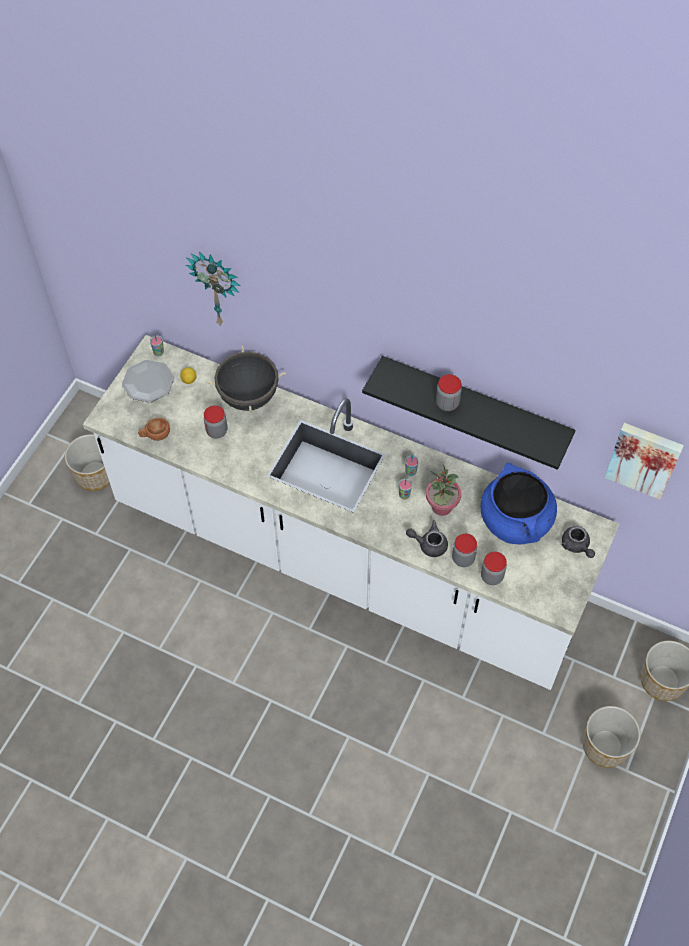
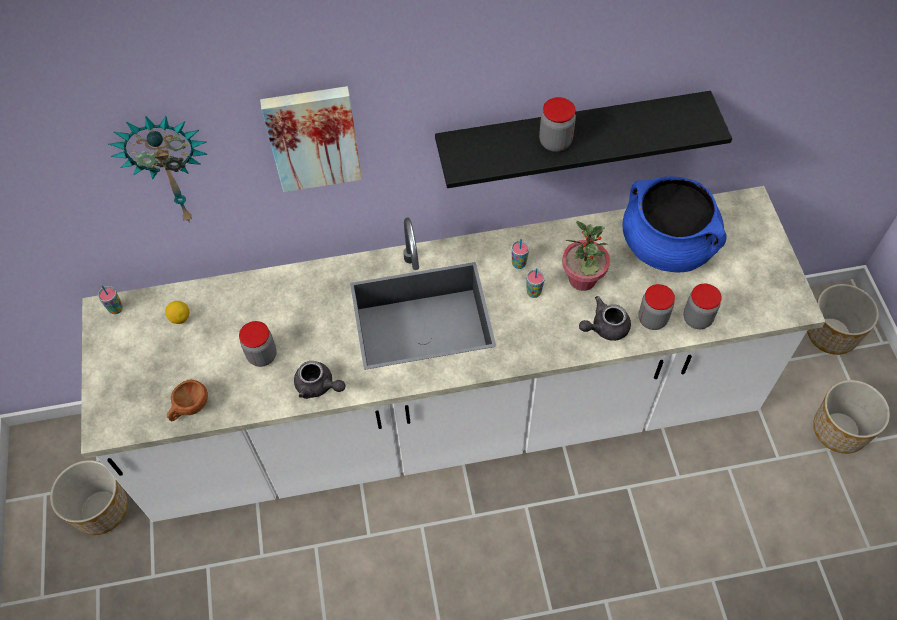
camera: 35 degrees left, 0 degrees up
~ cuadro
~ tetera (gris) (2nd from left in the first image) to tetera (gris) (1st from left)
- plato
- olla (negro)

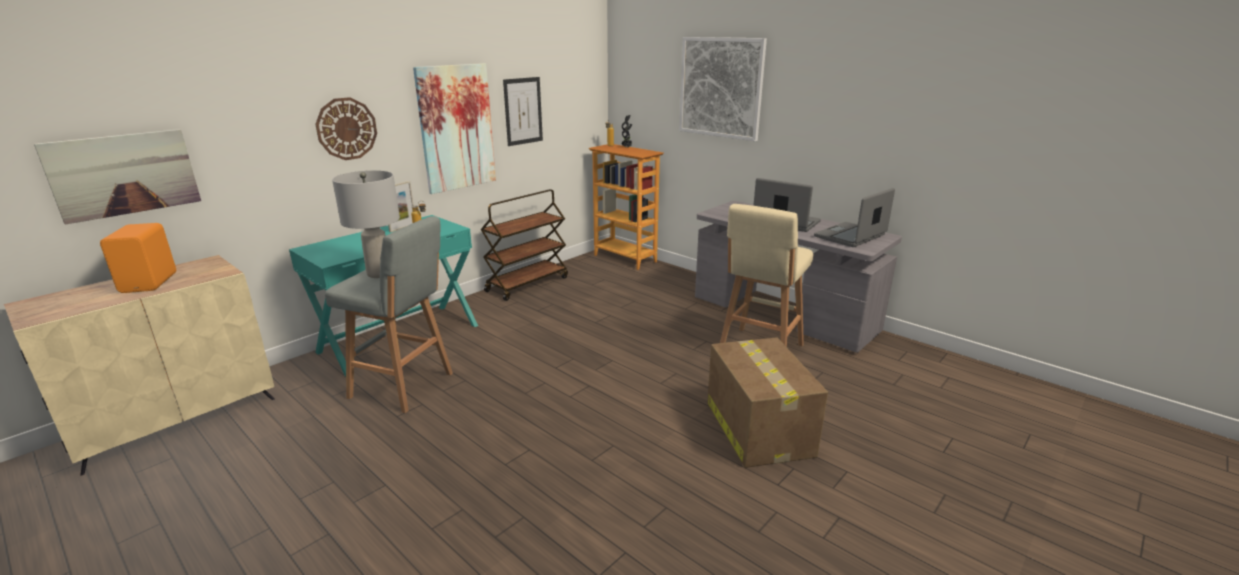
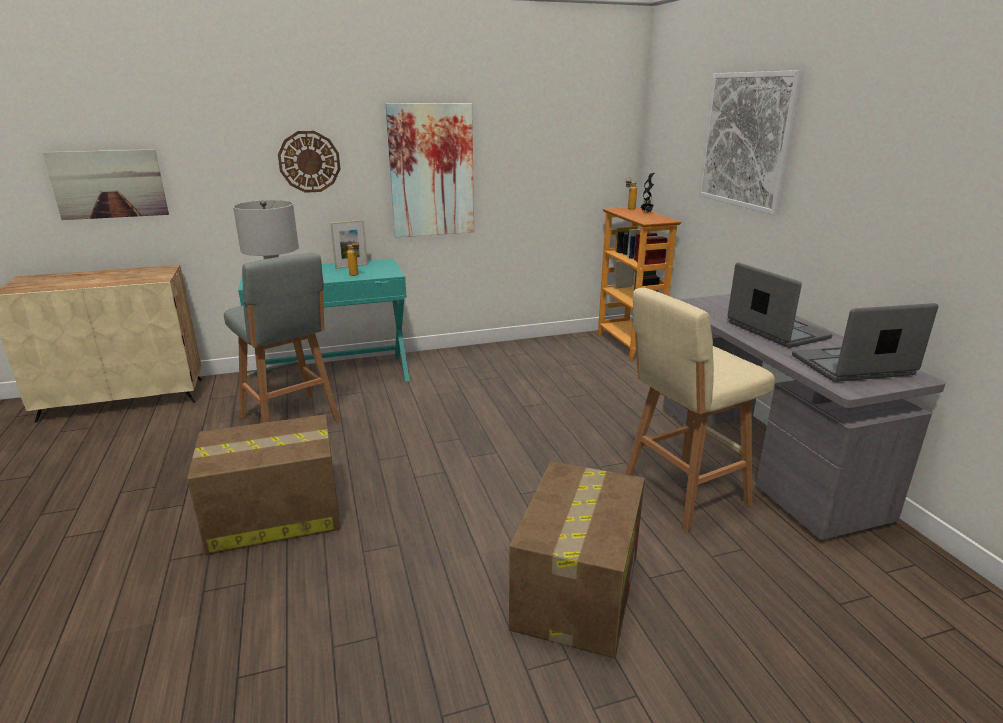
camera: 30 degrees right, 0 degrees up
+ caja de cartón (1st from left)
- altavoz (naranja)
- carrito (marrón)
- cuadro (3rd from left)

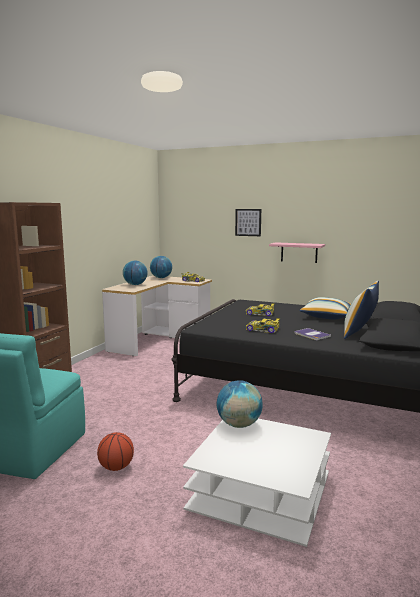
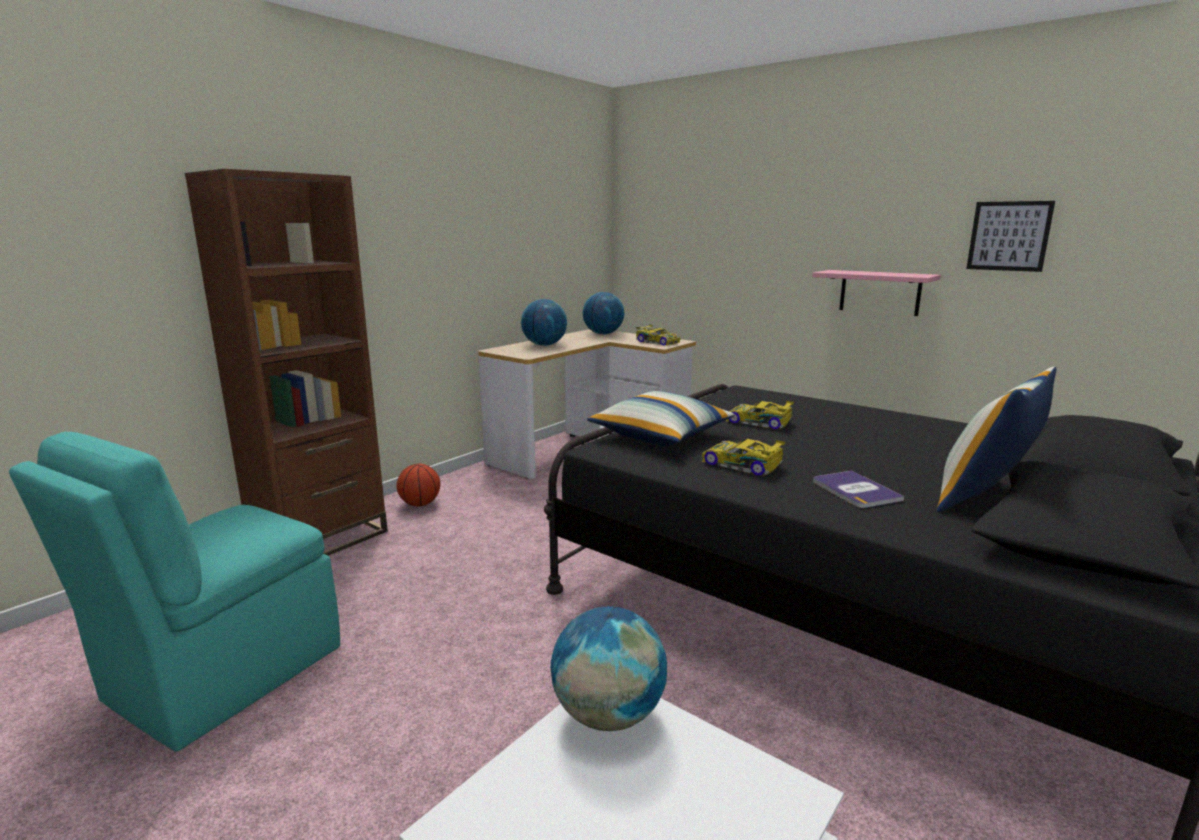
camera: 15 degrees right, 5 degrees up
~ balón de baloncesto
~ cojín (1st from left)
~ cuadro

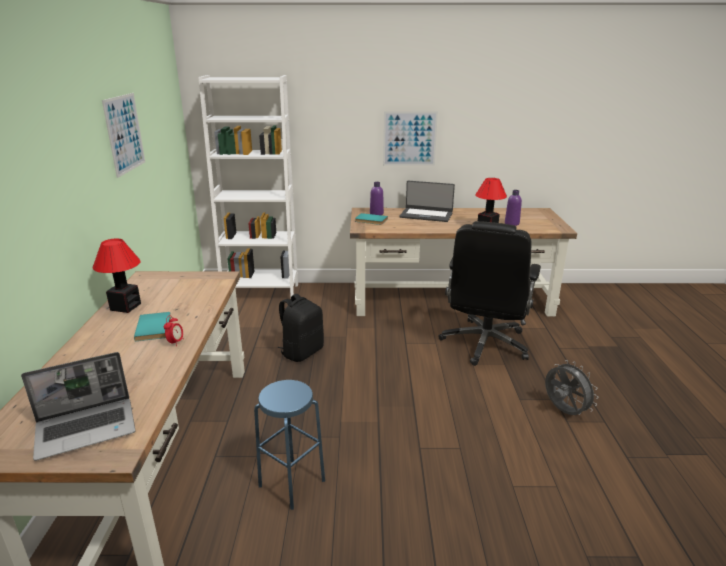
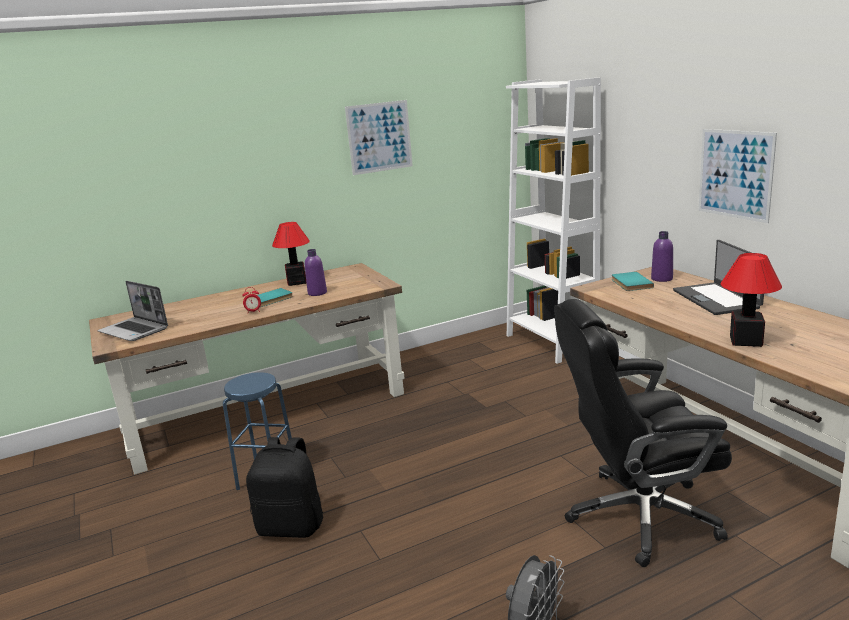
camera: 65 degrees right, 5 degrees down
~ mochila (negro)
~ botella (morado) (2nd from left in the first image) to botella (morado) (1st from left)

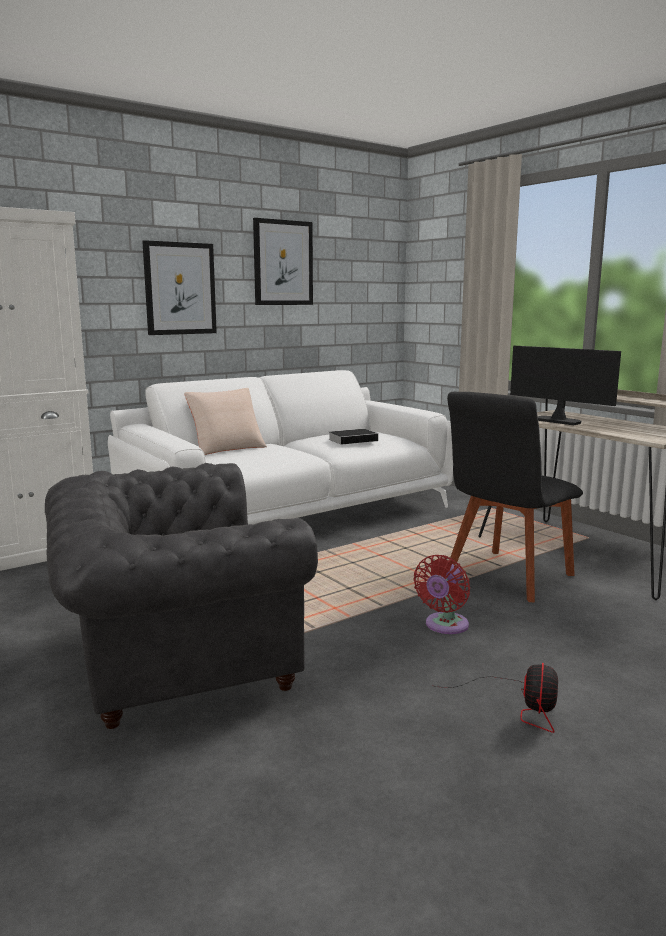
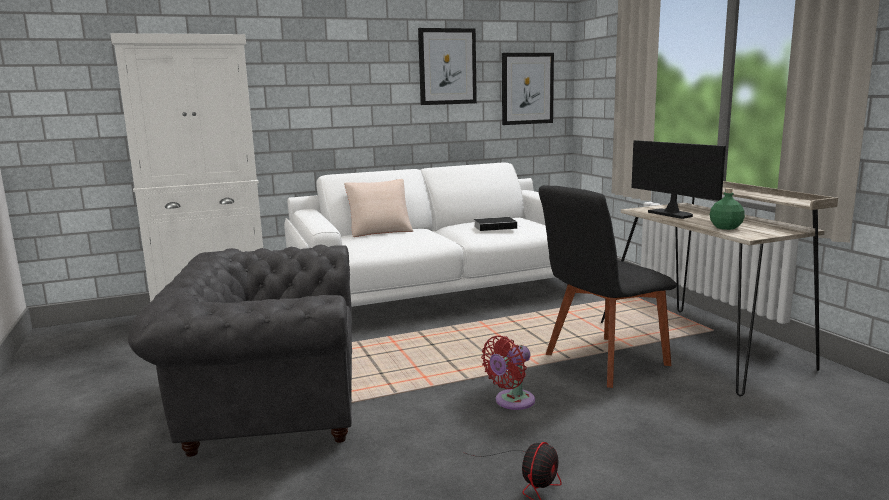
camera: 15 degrees right, 0 degrees up
~ cuadro (1st from left in the first image) to cuadro (2nd from left)
+ botella (verde)

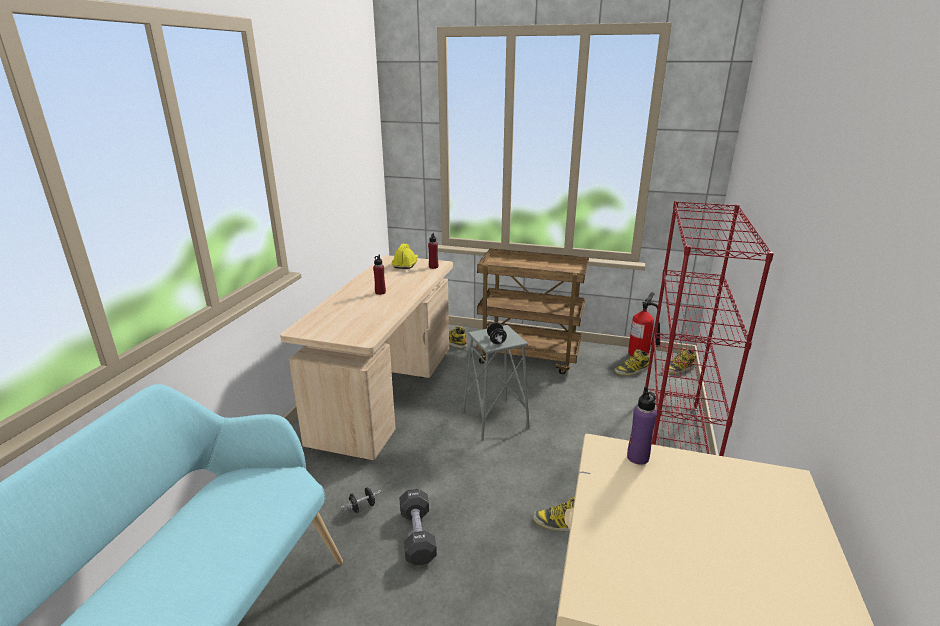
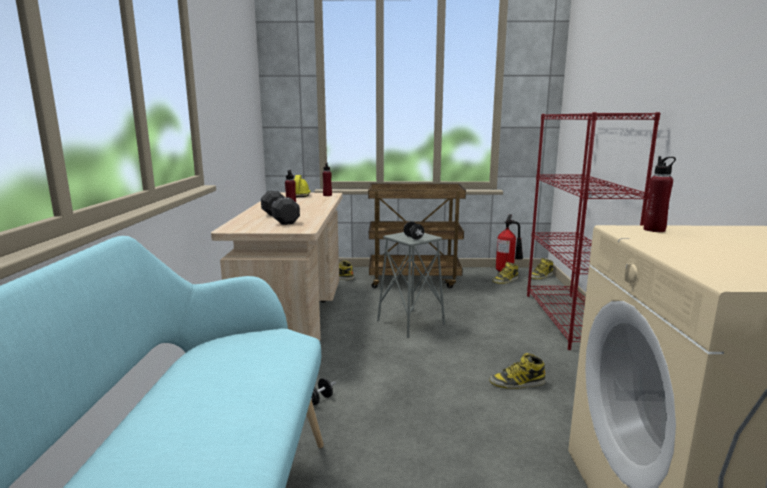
camera: 15 degrees left, 10 degrees down
~ mancuerna (negro) (2nd from left in the first image) to mancuerna (negro) (1st from left)
~ botella (morado) to botella (rojo) (3rd from left)

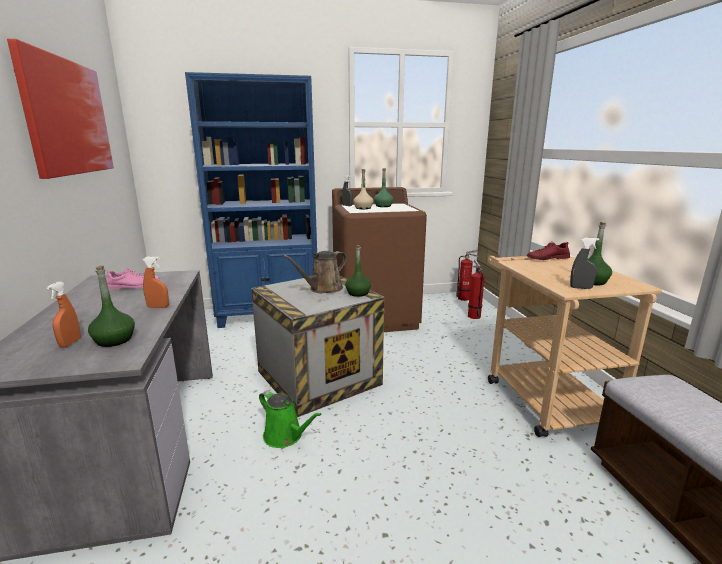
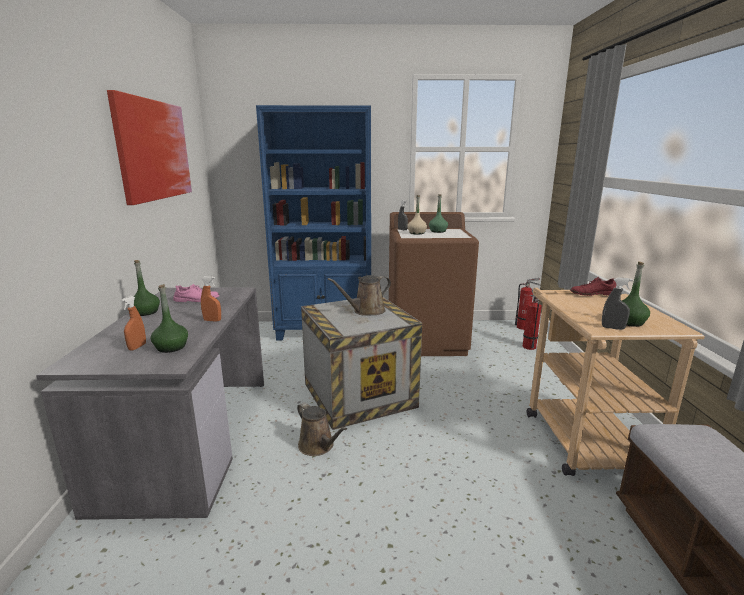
camera: 10 degrees right, 0 degrees up
~ botella (verde) (2nd from left in the first image) to botella (verde) (1st from left)
~ regadera (verde) to regadera (marrón) (1st from left)

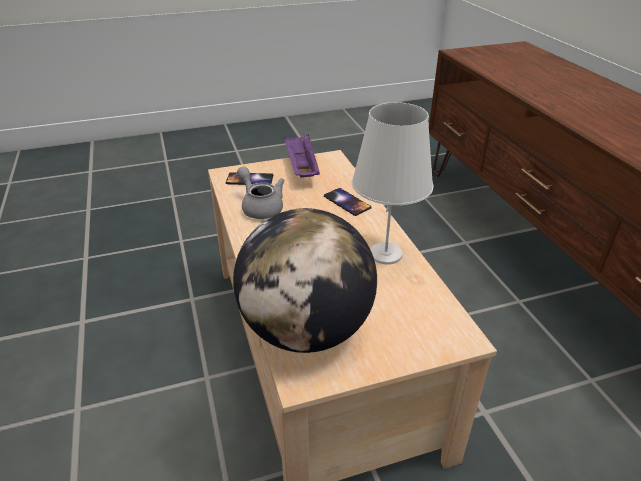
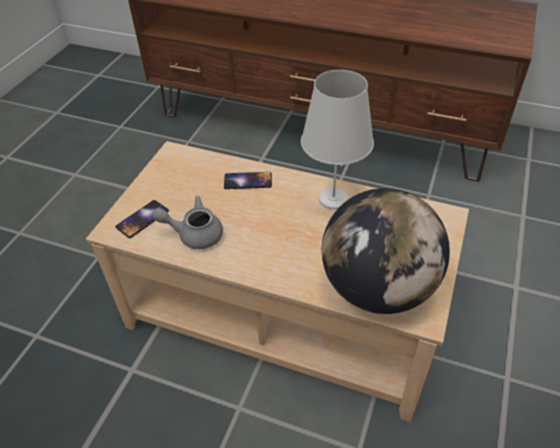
camera: 50 degrees left, 10 degrees up
- bandeja (morado)

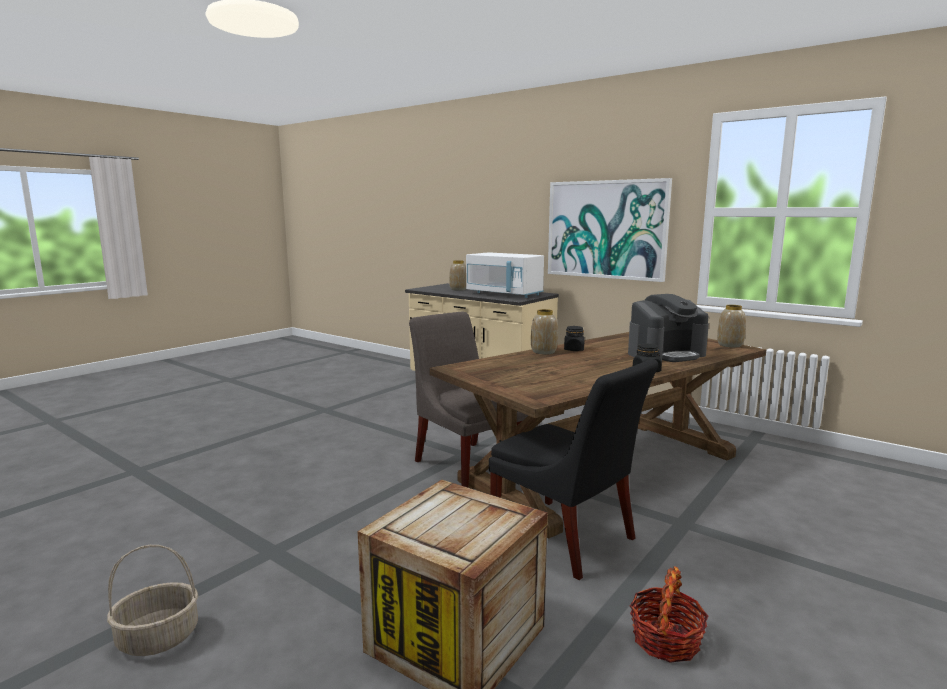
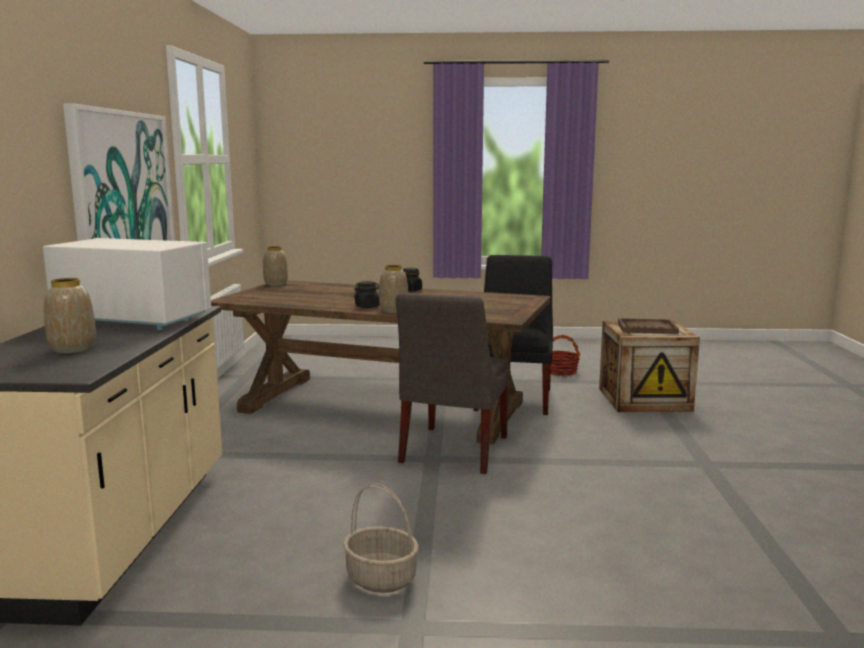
camera: 125 degrees left, 0 degrees up
~ microondas (blanco) 75 degrees counterclockwise
~ cesta (1st from left)
+ bandeja (marrón)
- cafetera

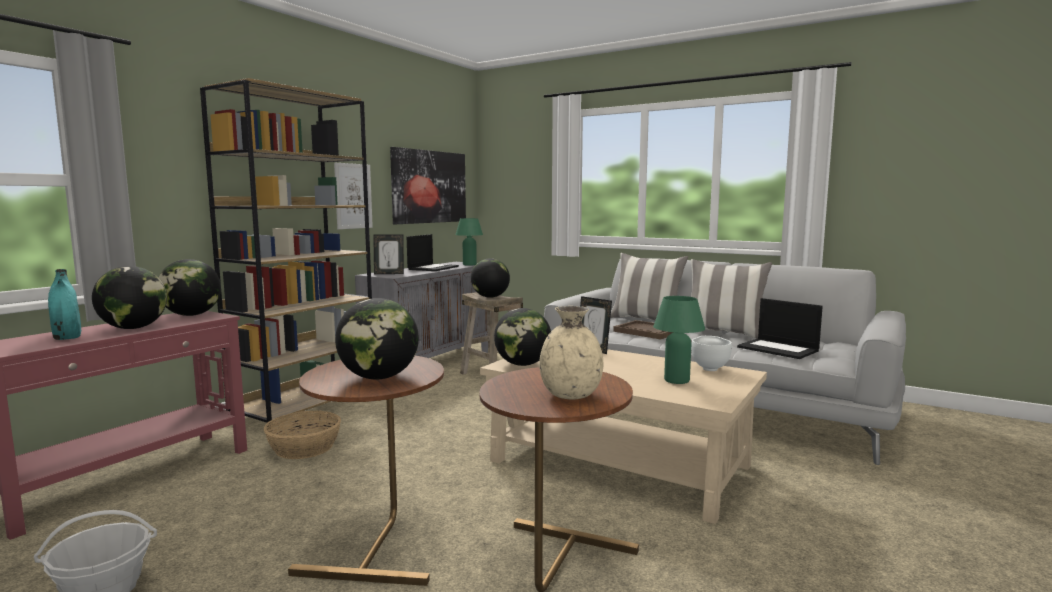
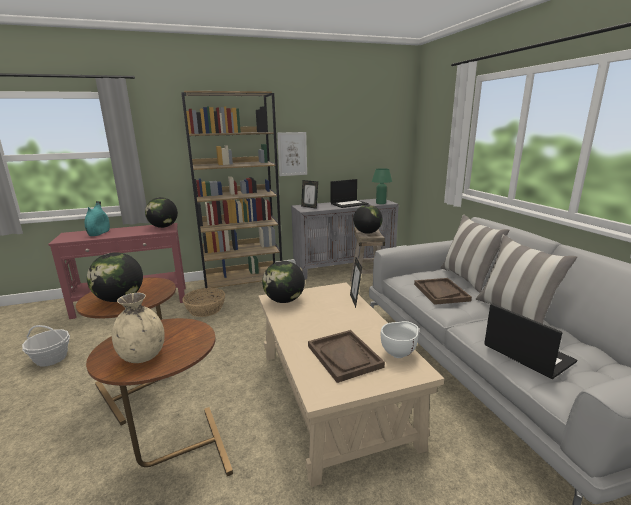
camera: 40 degrees right, 10 degrees up
~ lámpara de mesa (verde) (2nd from left) to bandeja (marrón) (1st from left)
~ portátil (2nd from left) 150 degrees clockwise
- globo terráqueo (1st from left)
- cuadro (2nd from left)

